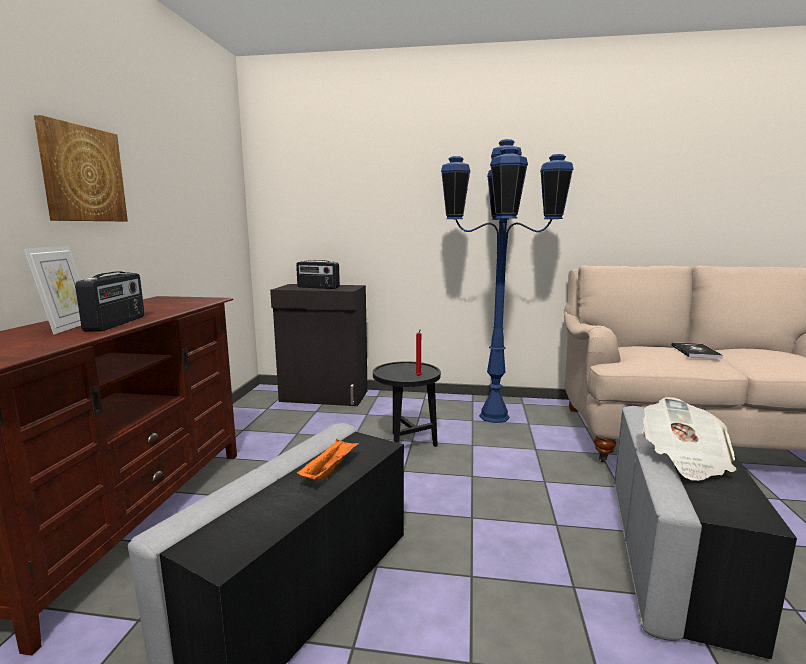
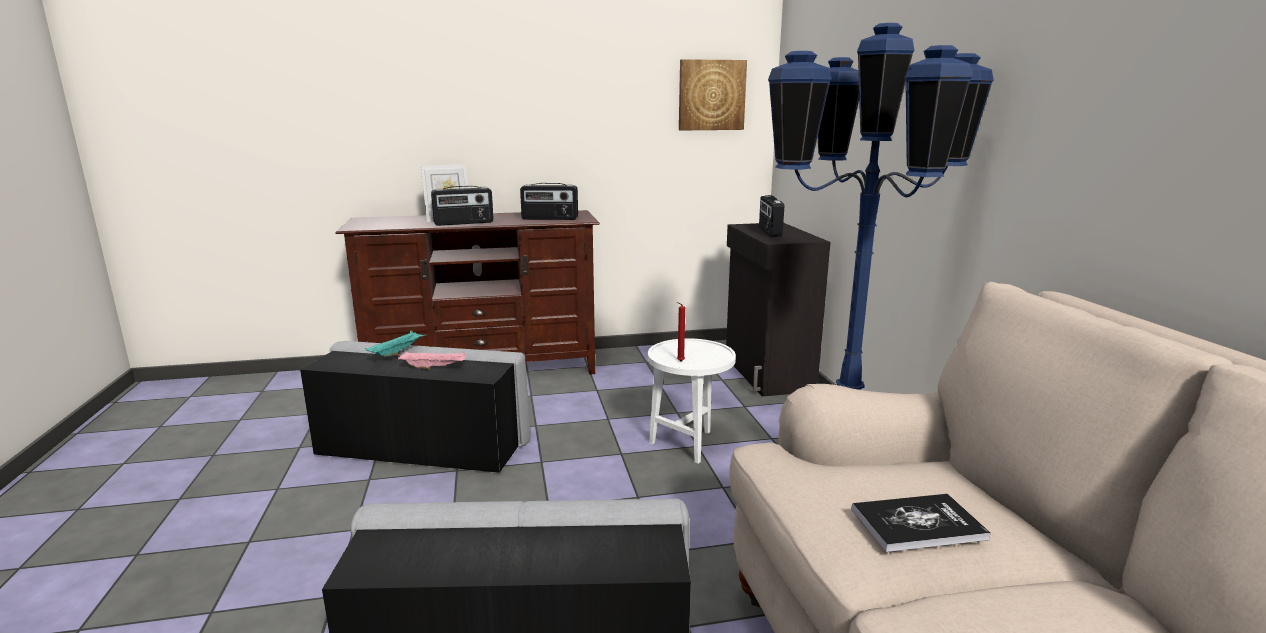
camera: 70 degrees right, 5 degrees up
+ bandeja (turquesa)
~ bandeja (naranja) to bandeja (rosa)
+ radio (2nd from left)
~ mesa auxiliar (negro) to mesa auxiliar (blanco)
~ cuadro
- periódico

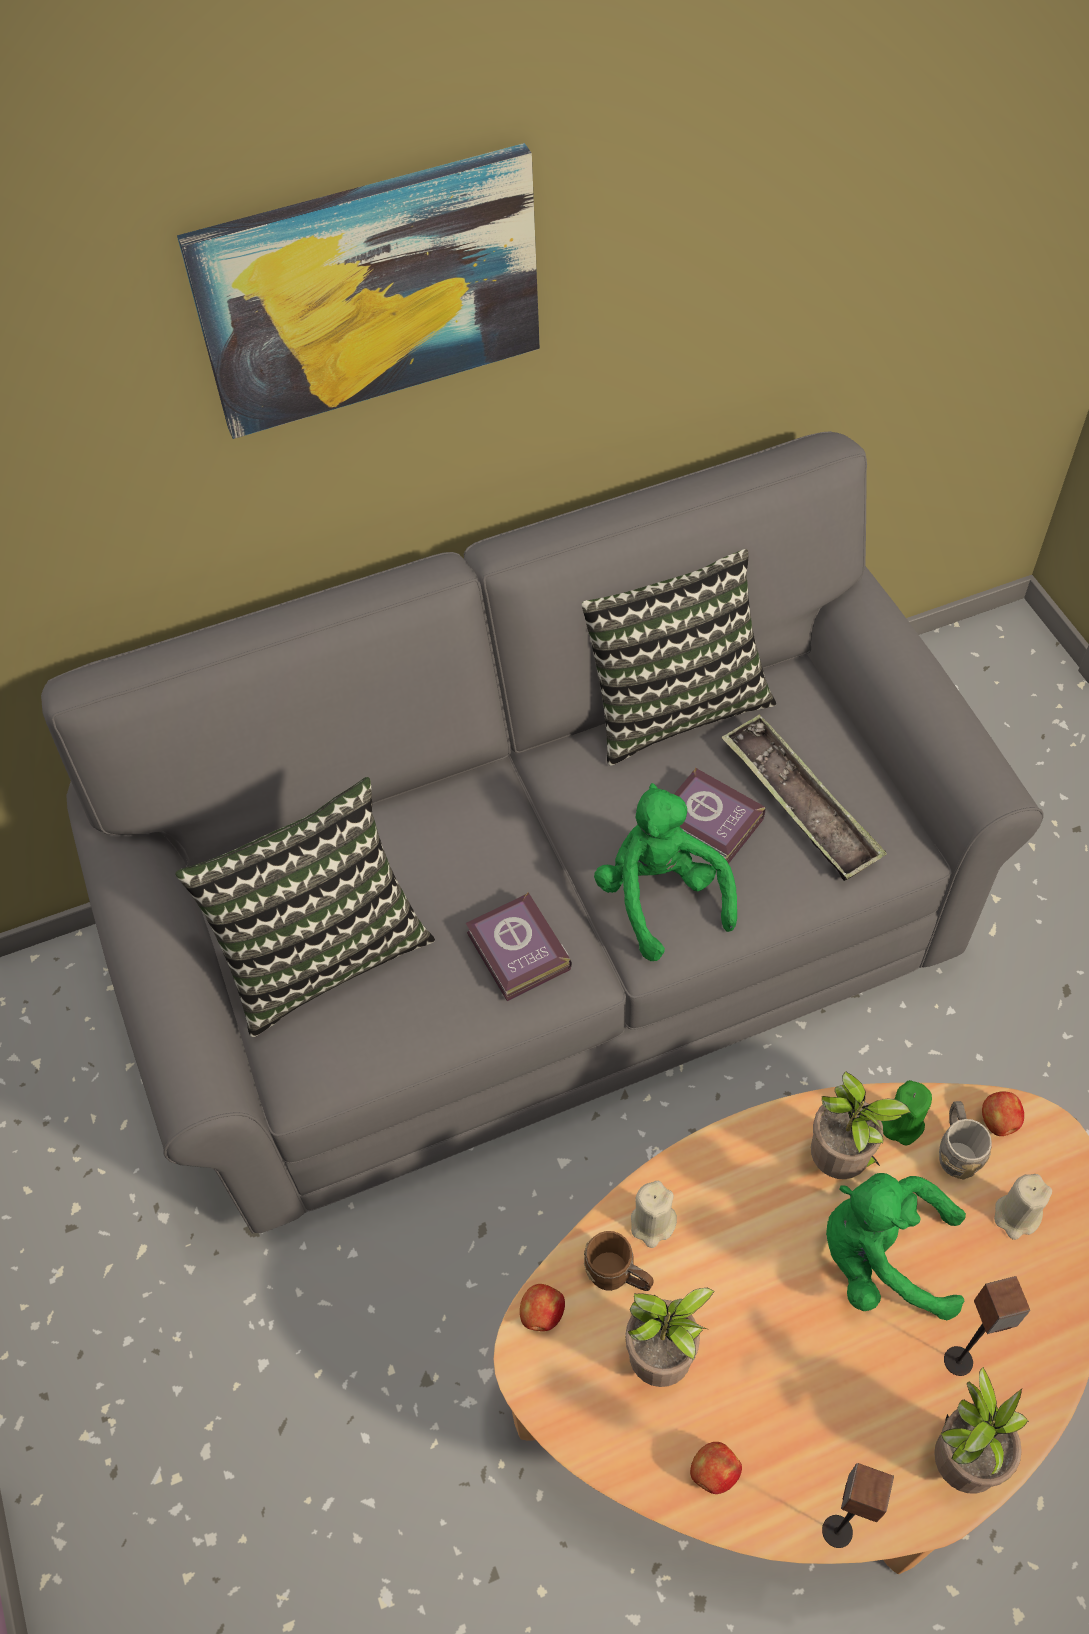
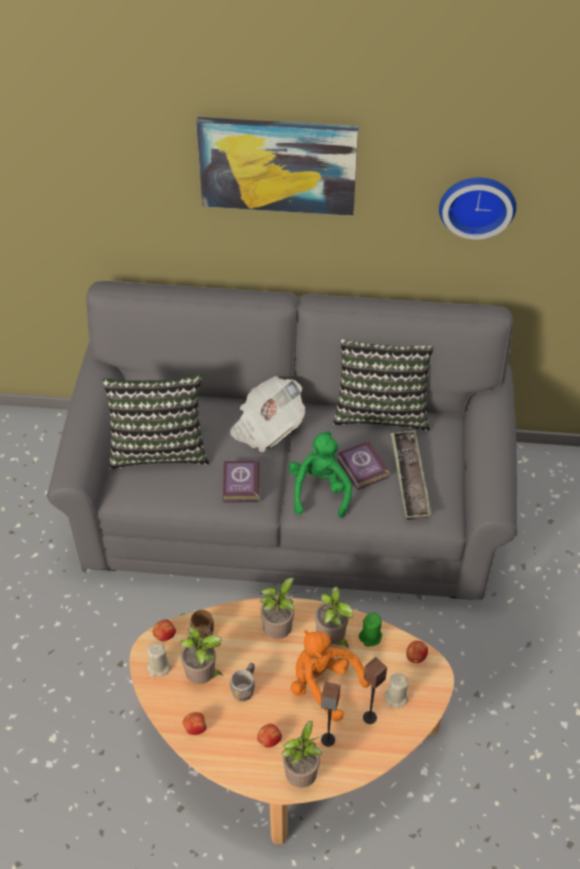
camera: 25 degrees right, 5 degrees down
~ vela (beis) (1st from left)
+ periódico
~ taza grande (gris)
+ manzana (3rd from left)
+ planta en maceta (2nd from left)
~ peluche (verde) (2nd from left) to peluche (naranja)
~ altavoz (1st from left in the first image) to altavoz (2nd from left)
+ reloj de pared

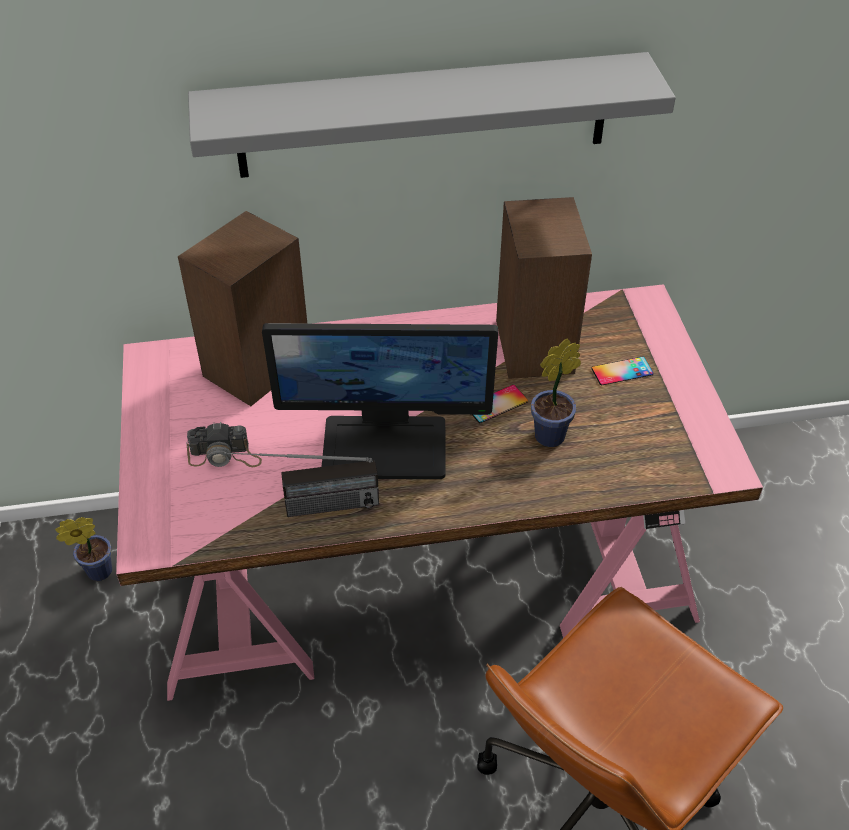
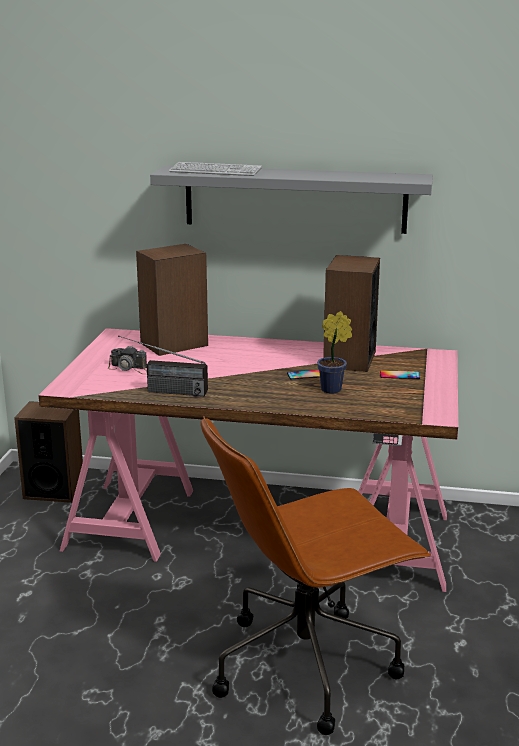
camera: 20 degrees right, 25 degrees down
~ planta en maceta (1st from left) to altavoz (1st from left)
+ teclado
- monitor

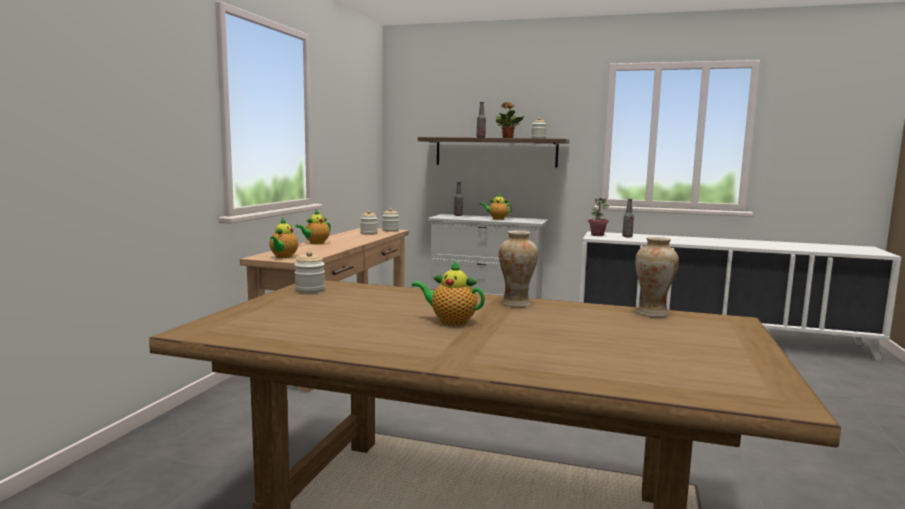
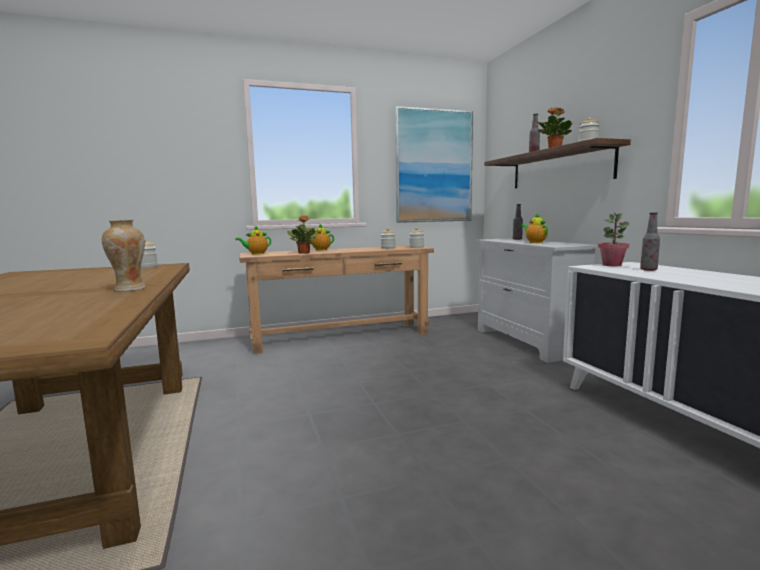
camera: 55 degrees right, 0 degrees up
+ planta en maceta (1st from left)
+ cuadro
- tetera (3rd from left)
- florero (2nd from left)

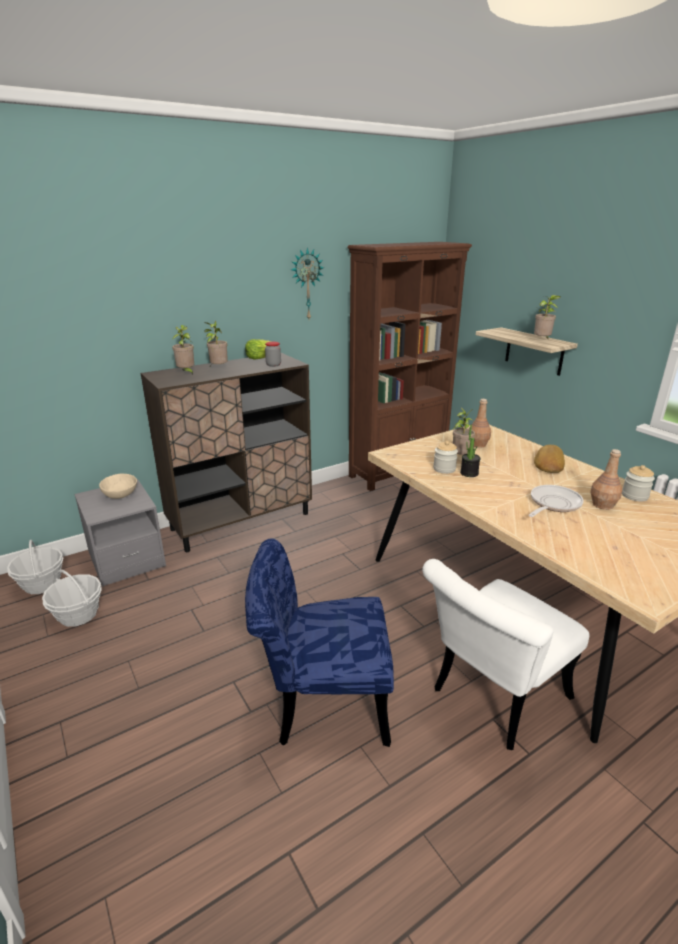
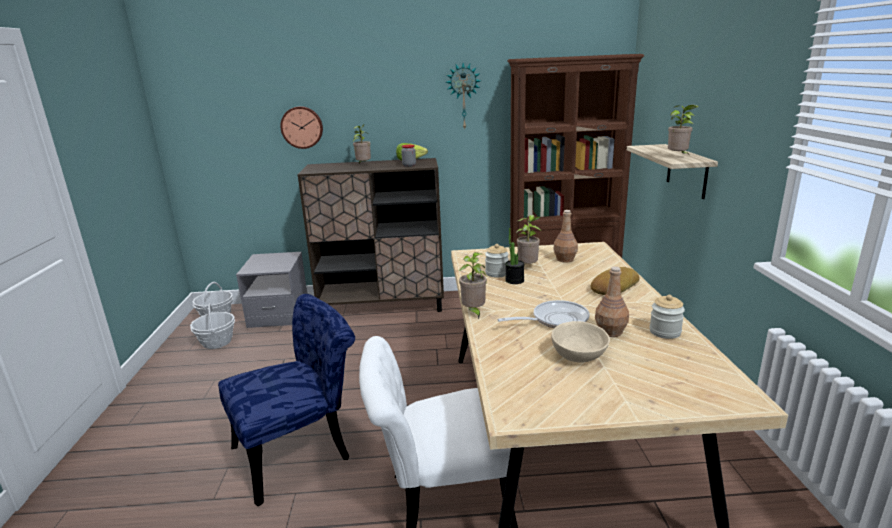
camera: 30 degrees right, 5 degrees down
~ silla (azul) 120 degrees clockwise
+ reloj de pared (1st from left)
~ planta en maceta (1st from left in the first image) to planta en maceta (2nd from left)
~ cuenco (beis)

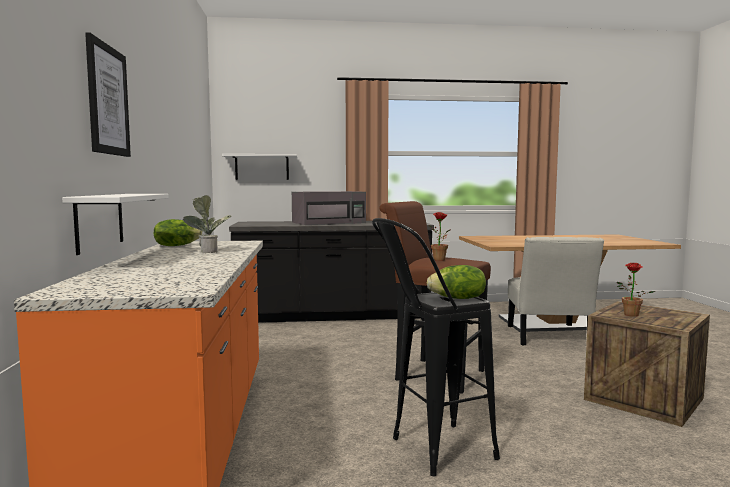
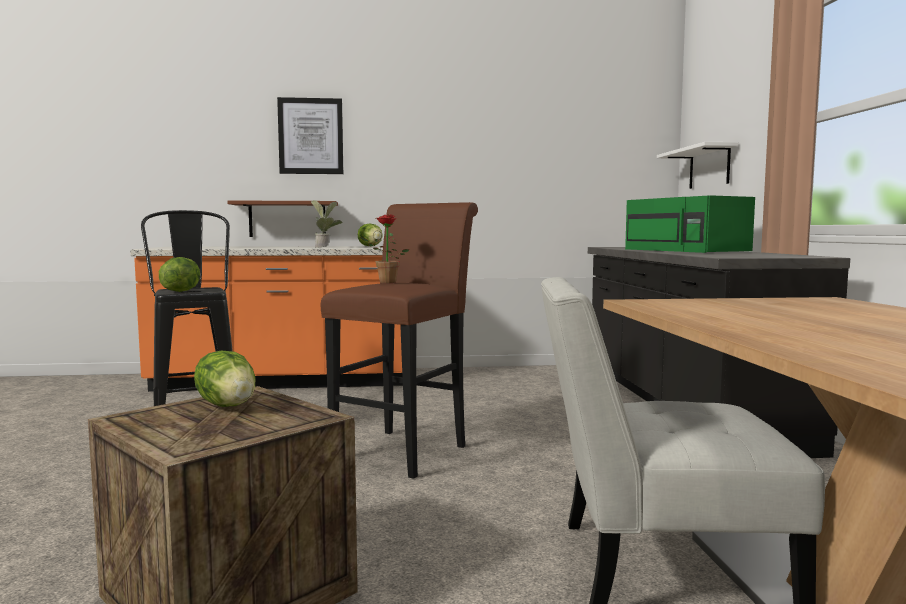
camera: 90 degrees right, 0 degrees up
~ planta en maceta (3rd from left) to lechuga (2nd from left)
~ estante (blanco) (1st from left) to estante (marrón)
~ microondas (gris) to microondas (verde)

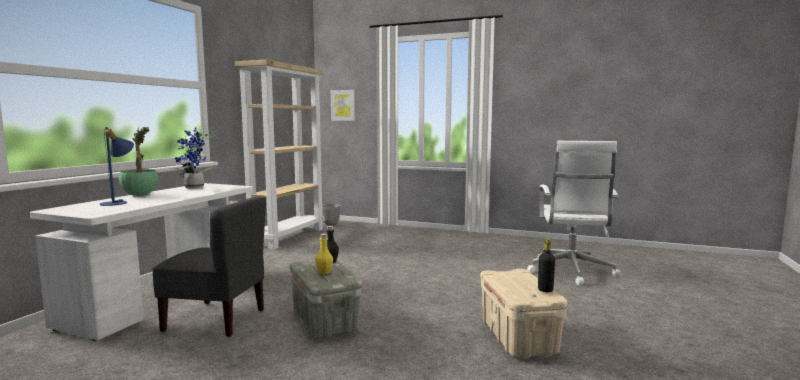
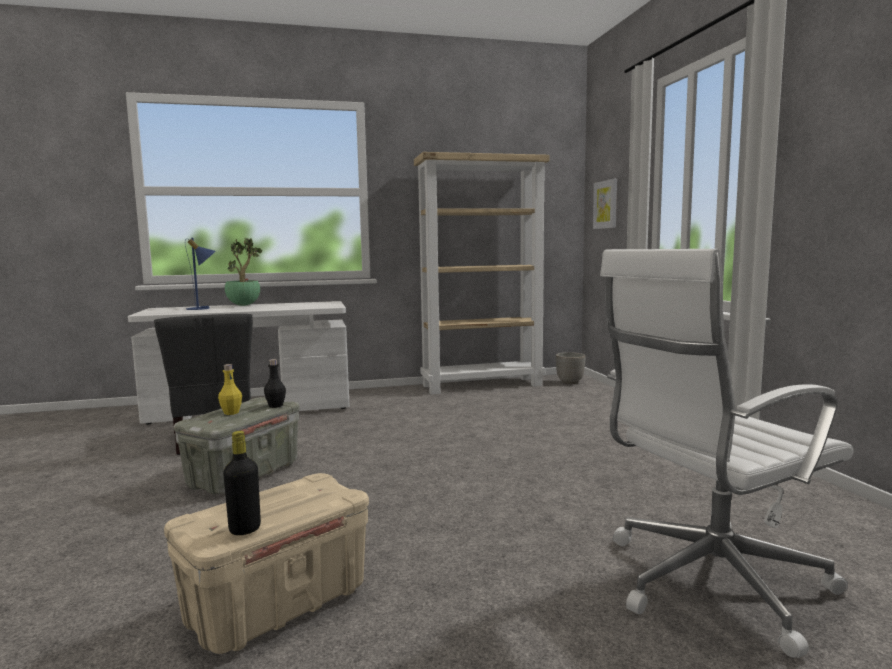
camera: 55 degrees right, 0 degrees up
- planta en maceta (2nd from left)

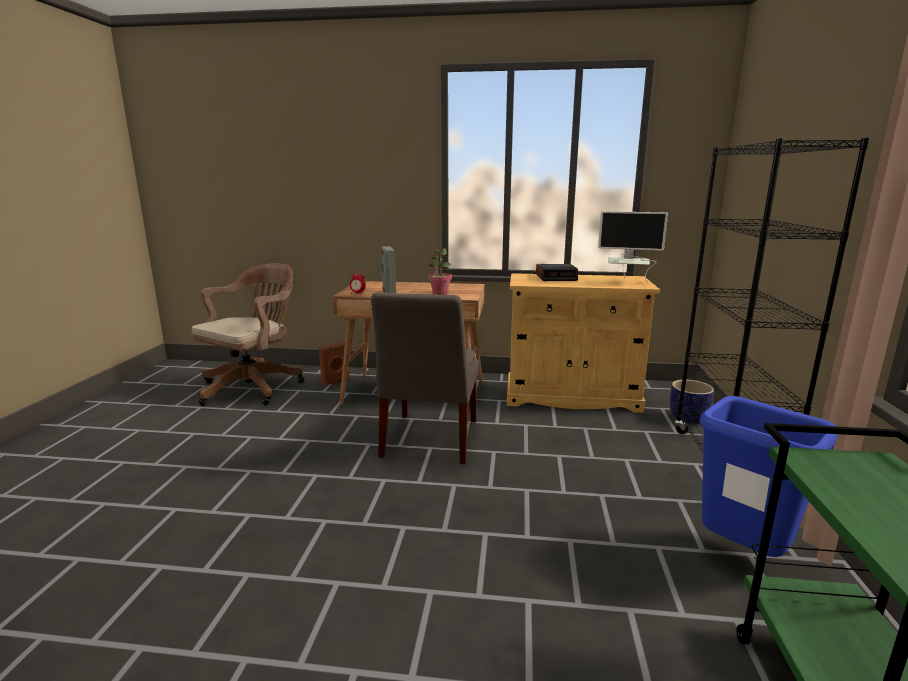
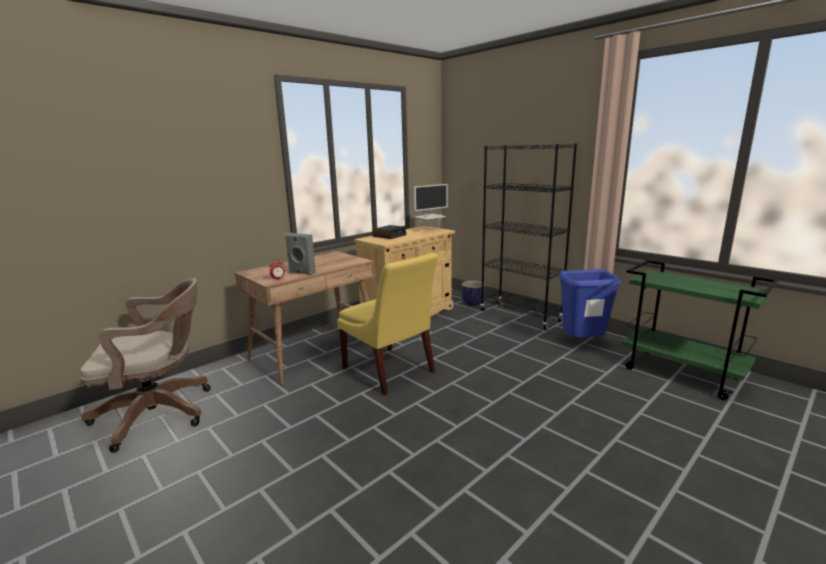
camera: 50 degrees left, 0 degrees up
~ silla de oficina (marrón) 90 degrees clockwise
~ silla (gris) to silla (amarillo)
- altavoz (marrón)
- planta en maceta

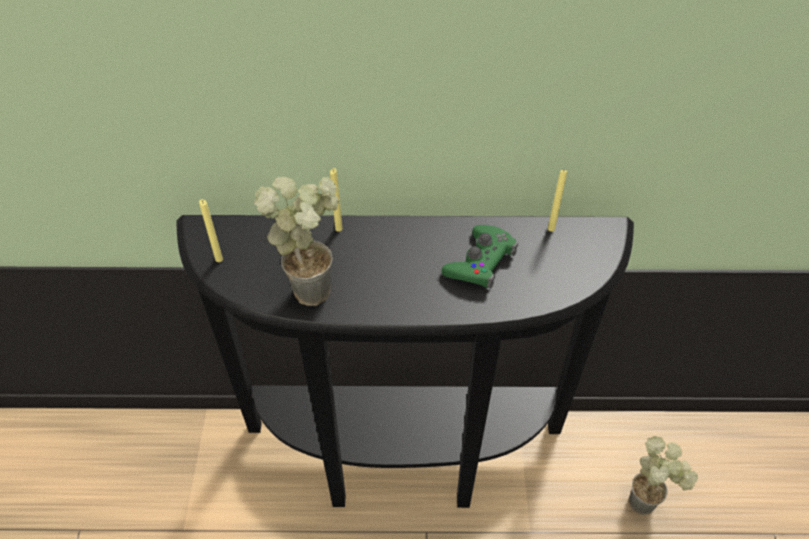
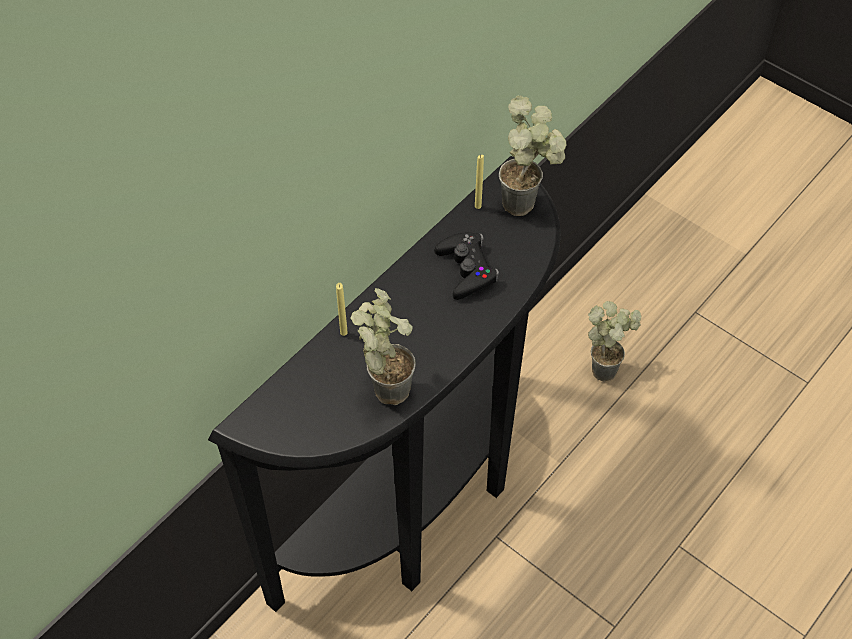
camera: 50 degrees left, 5 degrees up
~ mando de consola (verde) to mando de consola (negro)
+ planta en maceta (2nd from left)
- vela (amarillo) (1st from left)

